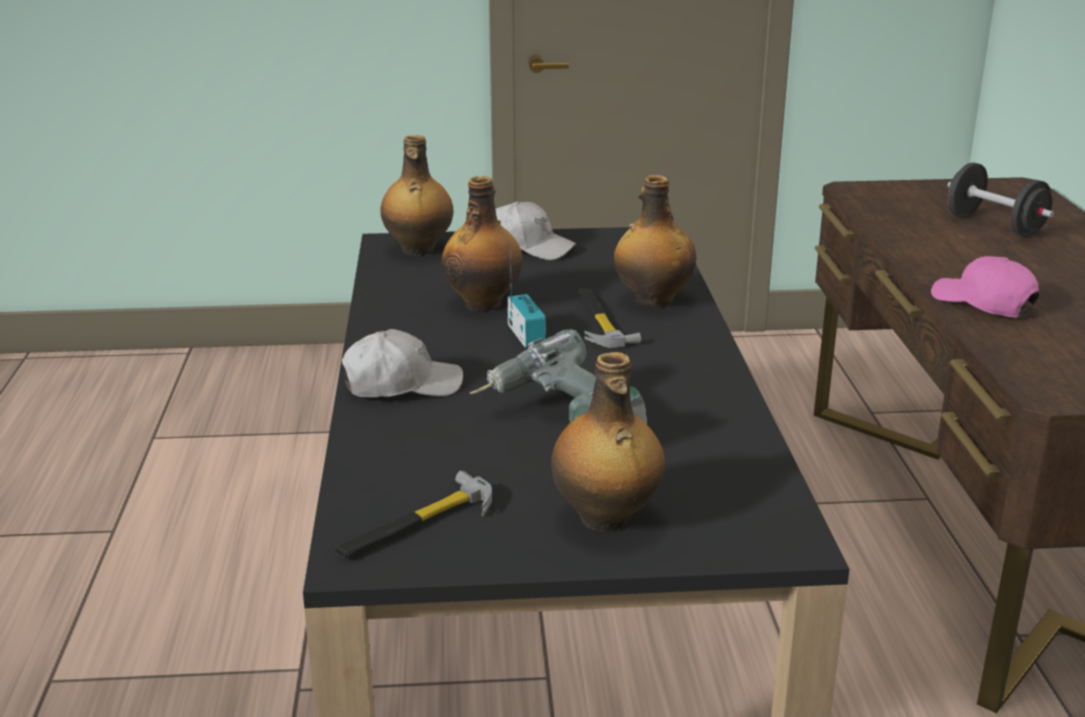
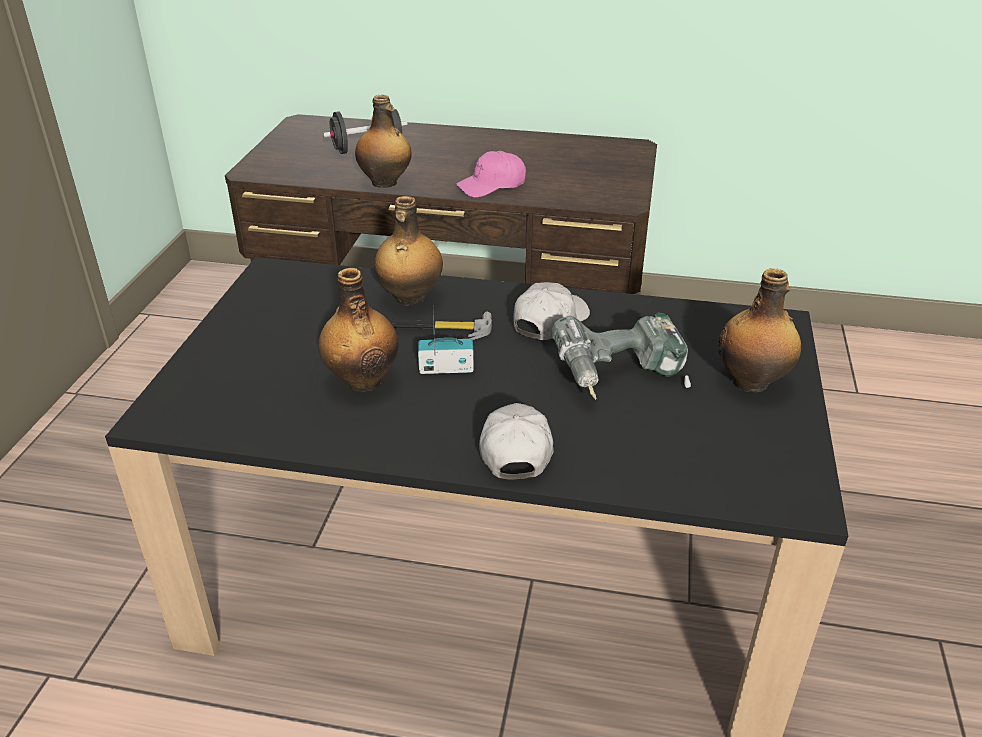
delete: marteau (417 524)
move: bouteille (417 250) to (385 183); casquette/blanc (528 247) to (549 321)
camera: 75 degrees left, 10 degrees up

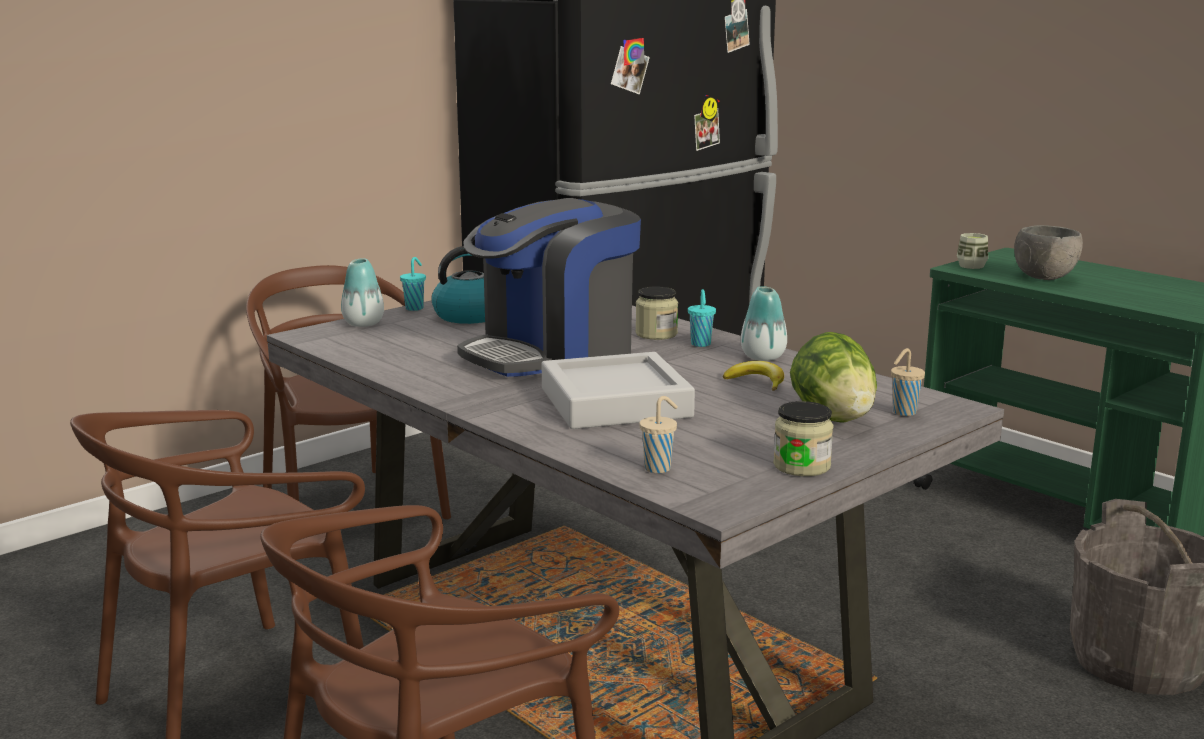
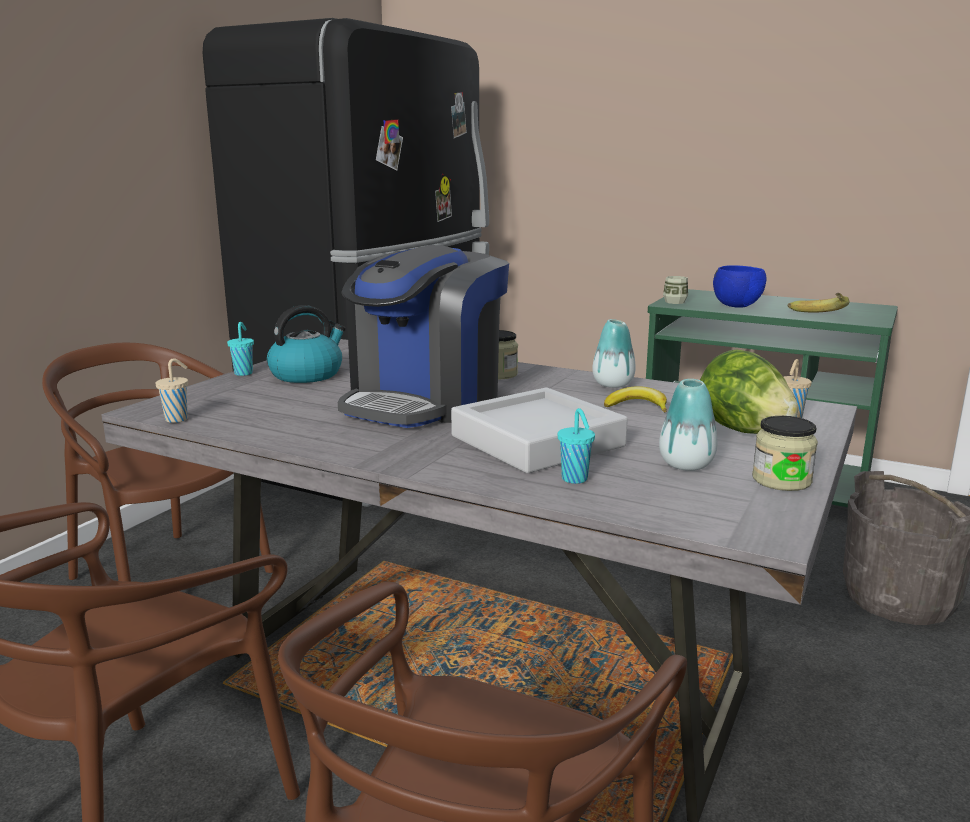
insert: banane (817 316)
move: vase (363 323) to (686 465); tasse/turquoise (701 344) to (575 480); tasse/beige (659 468) to (177 419)
recolor: bol/gris (1044 277) to bol/bleu (737 306)
camera: 20 degrees left, 0 degrees up

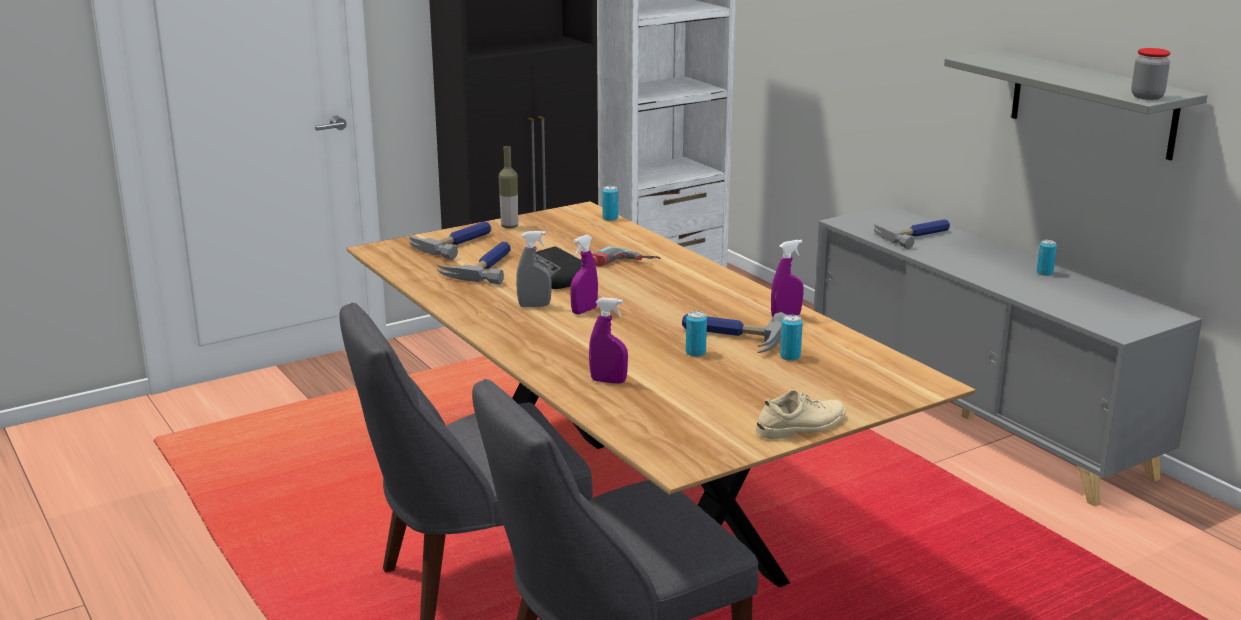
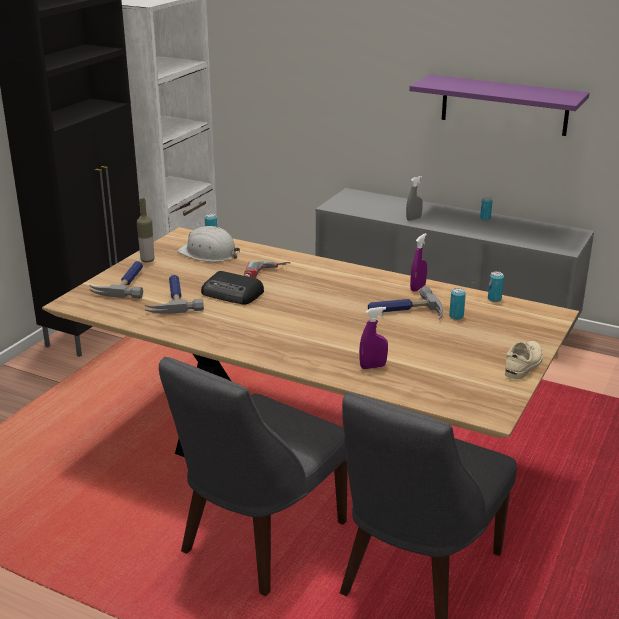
delete: bocal (1147 97); marteau (914 235); vaporisateur/violet (584 311)
insert: casque de chantier/blanc (209 253)
move: vaporisateur/gris (534 306) to (413 219); boîte métallique (695 353) to (494 299)
recolor: étagère/gris (1092 104) to étagère/violet (504 105)
camera: 30 degrees left, 5 degrees up

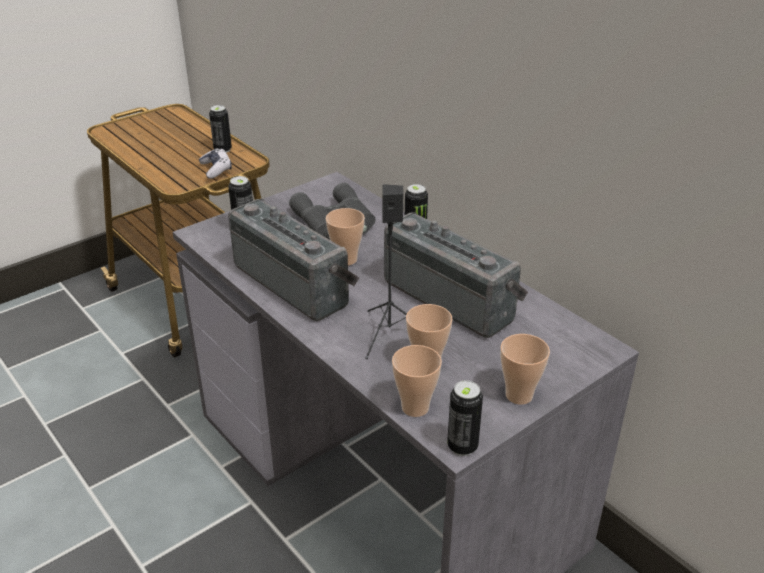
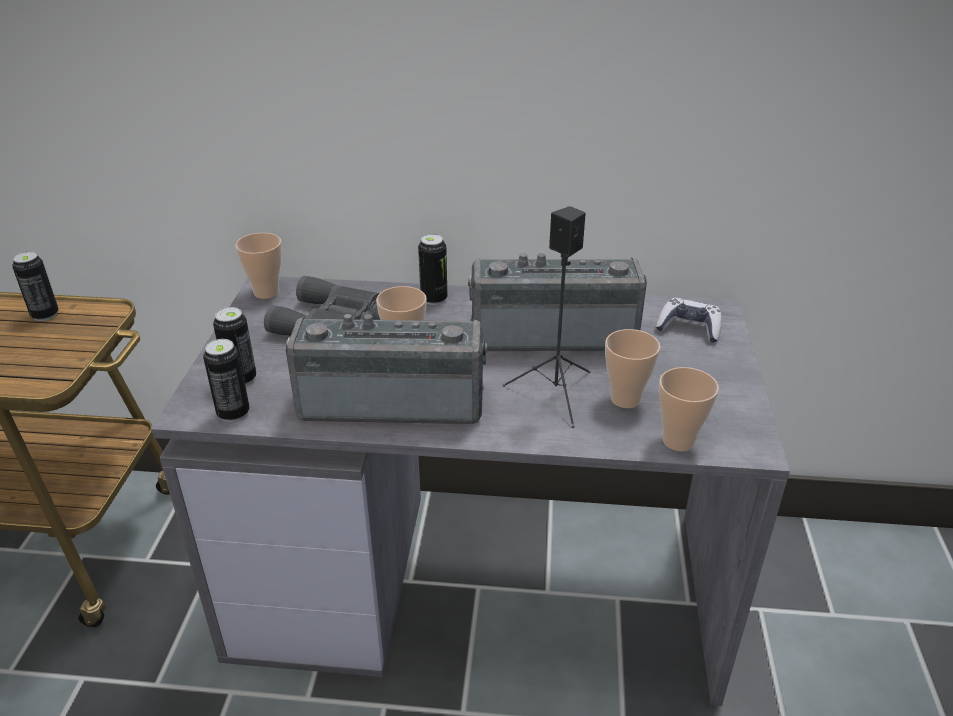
move: manette (216 169) to (689 328); tasse (519 395) to (266 292); boîte métallique (462 446) to (233 413)
camera: 45 degrees left, 0 degrees up

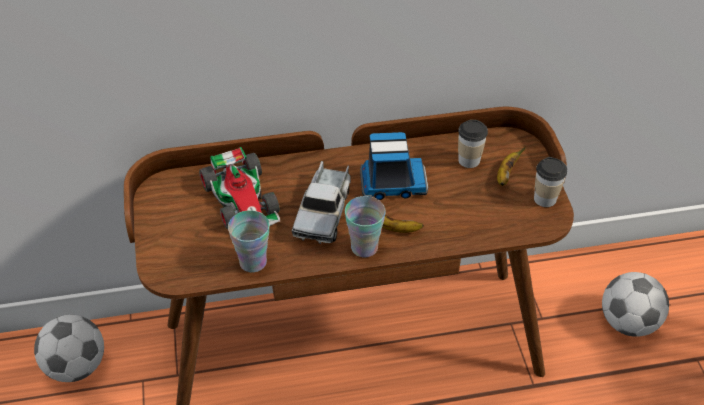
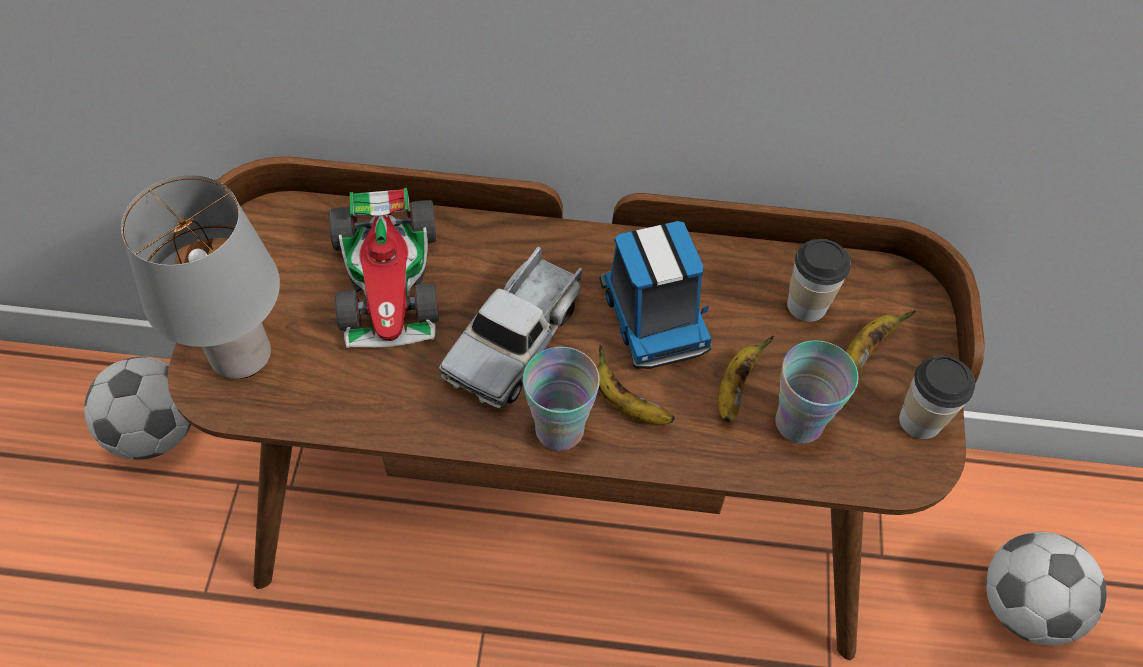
insert: lampe de table/gris (240 358); banane (735 388)
move: tasse (253 262) to (799 422)
rotate: camion jouet (391 183) = (653 315) 60 degrees clockwise
camera: 15 degrees right, 10 degrees up

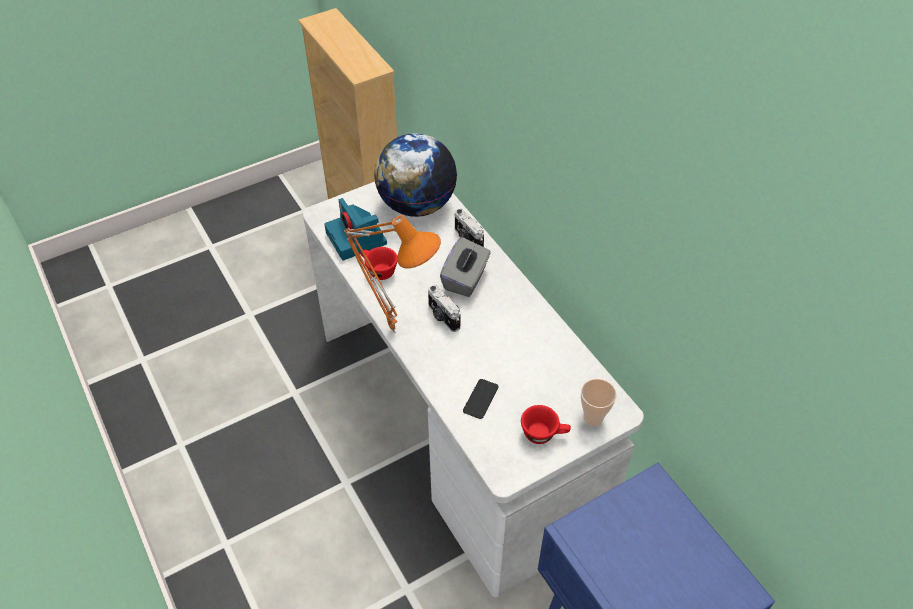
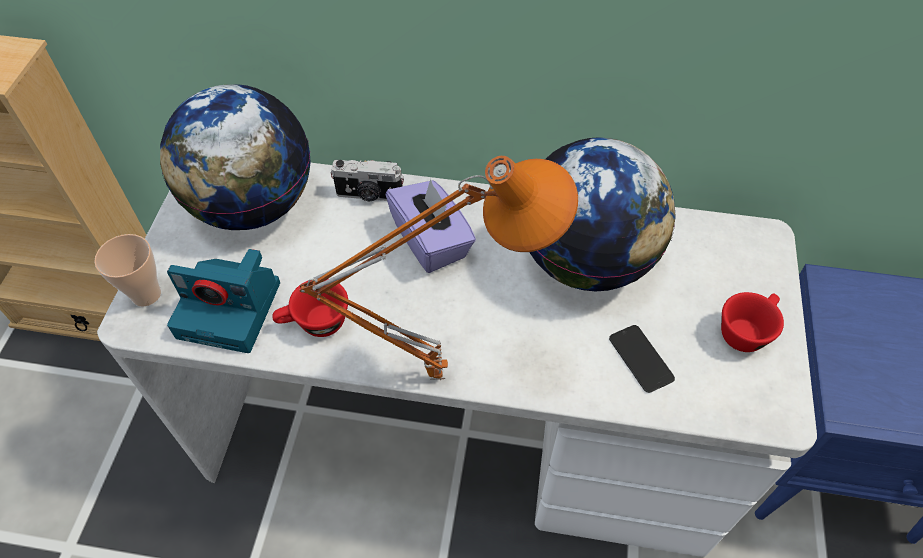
delete: appareil photo (442 317)
insert: globe (586 261)
move: tasse (593 418) to (146 294)
recolor: boîte à mouchoirs/gris (465 279) to boîte à mouchoirs/violet (432 241)
camera: 50 degrees left, 5 degrees up

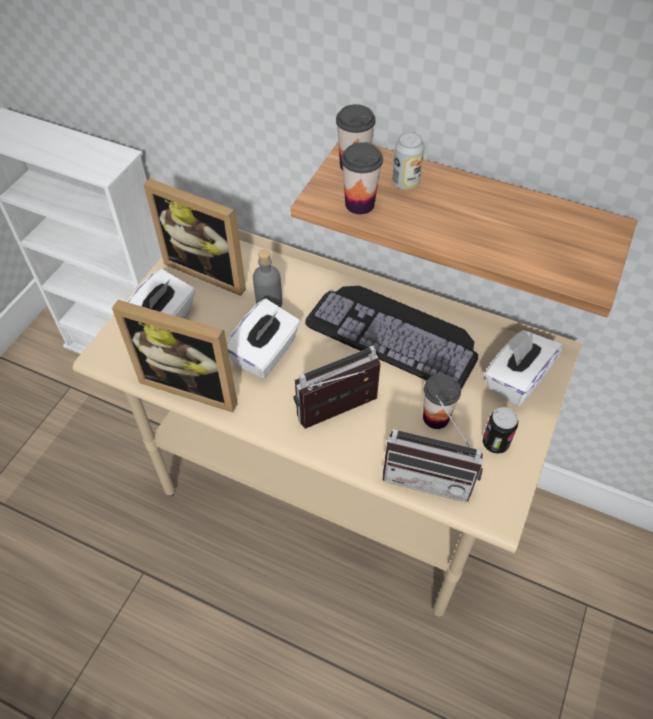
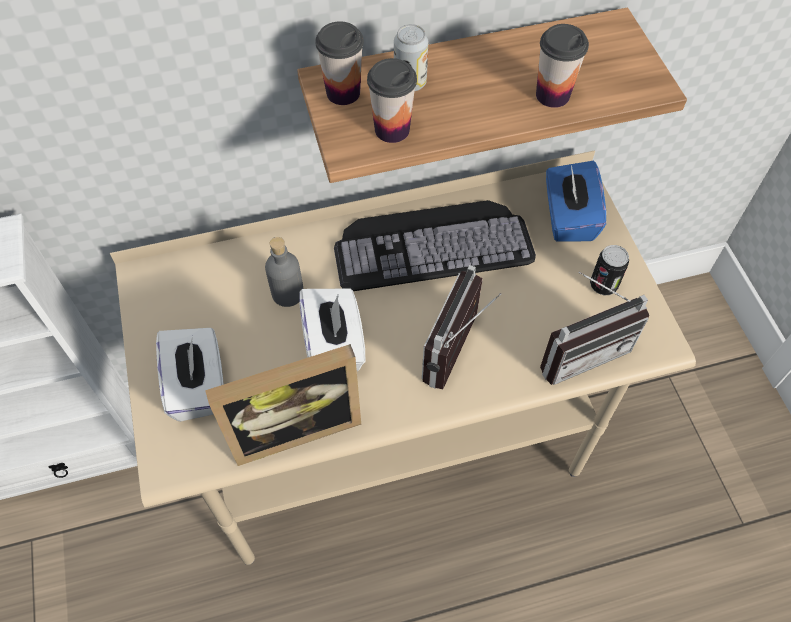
delete: cadre photo (210 269)
move: tasse (436 417) to (552 95)
recolor: boîte à mouchoirs/blanc (516 380) to boîte à mouchoirs/bleu (568 217)
camera: 40 degrees left, 5 degrees up

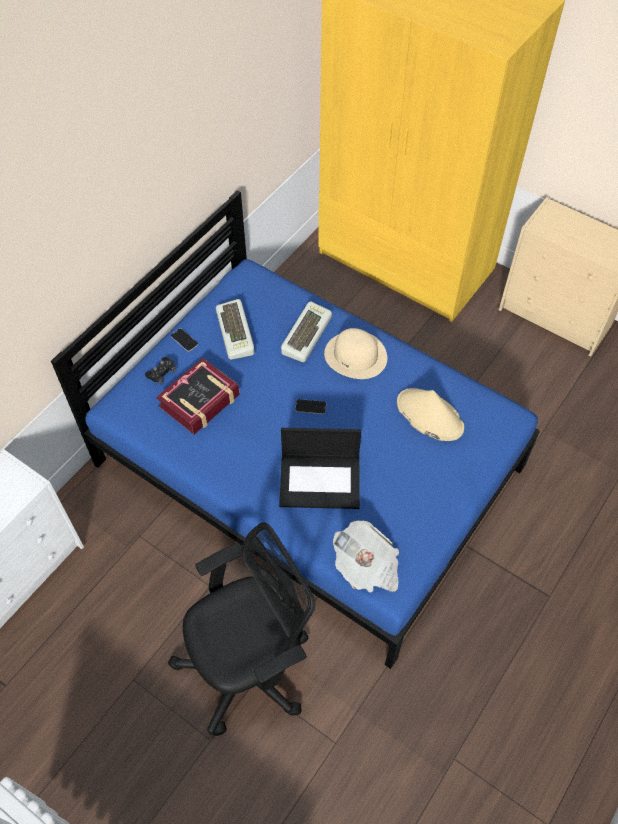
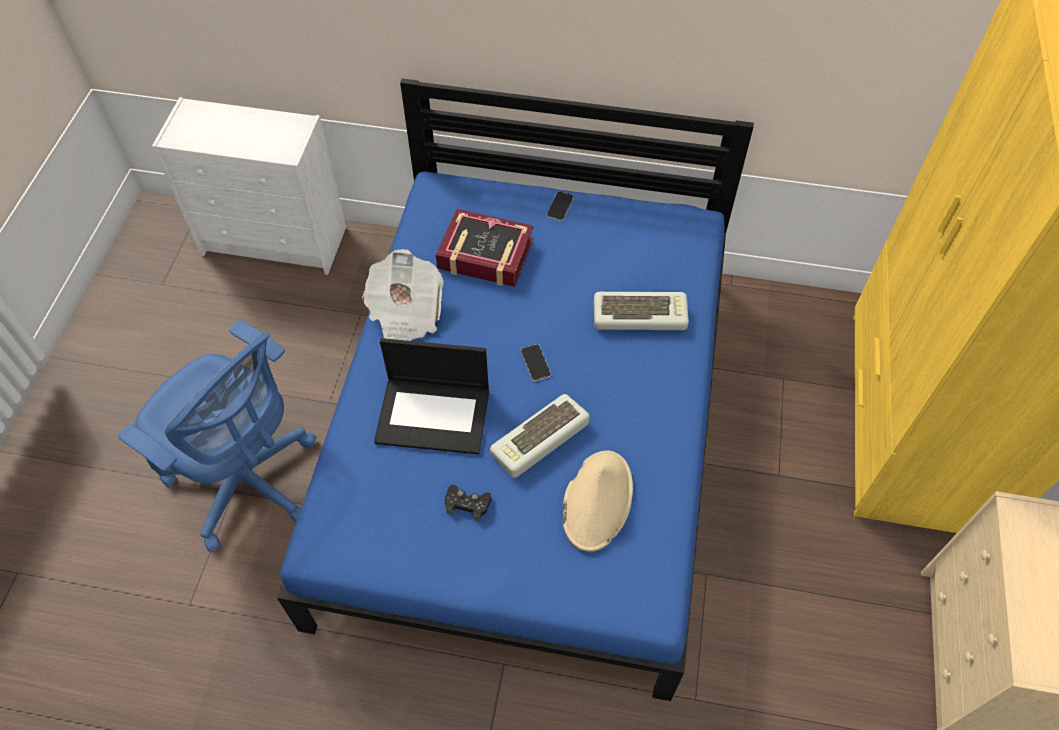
delete: chapeau/beige (356 355)
move: clavier (237 333) to (540 441); manette/noir (161 372) to (467 504); journal (367 567) to (405 313)
recolor: chaise de bureau/noir (250 668) to chaise de bureau/bleu (249 482)
rotate: ordinateur portable (321 481) = (434 415) 60 degrees counterclockwise
camera: 65 degrees right, 0 degrees up

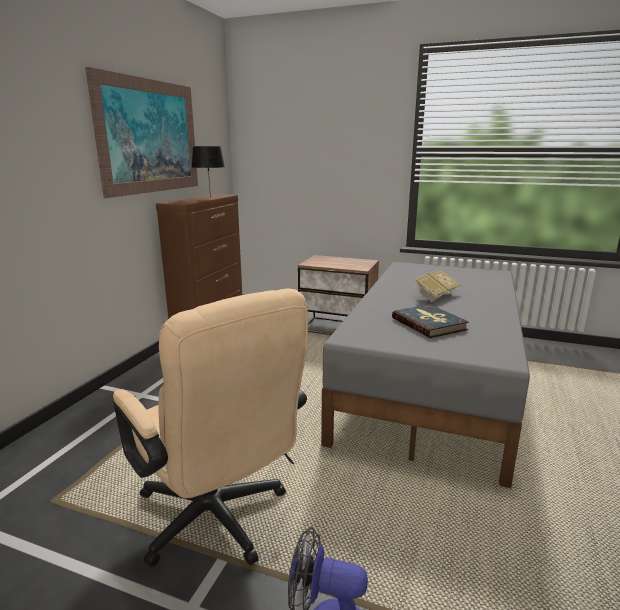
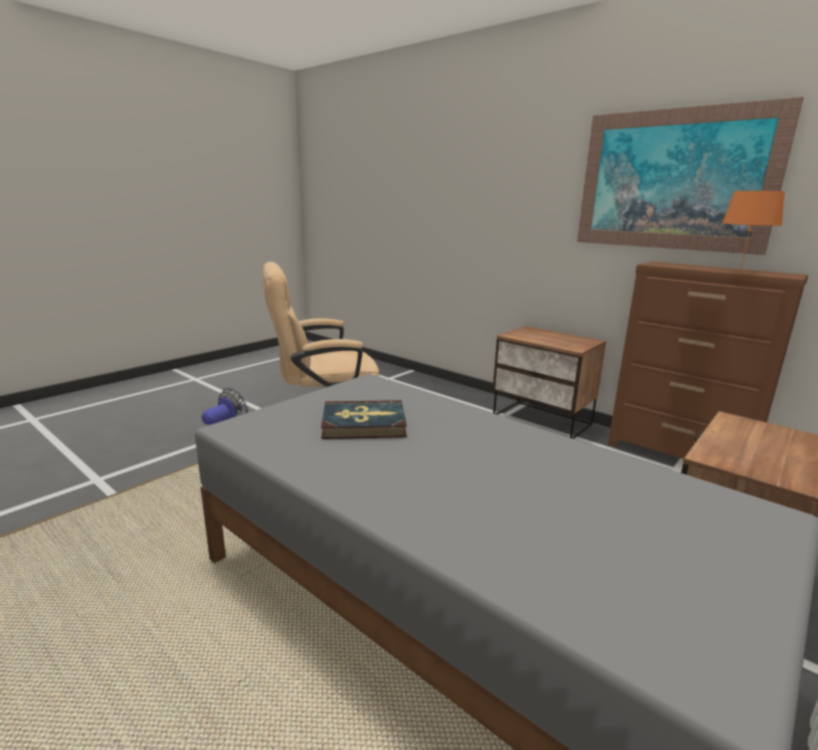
delete: livre (435 296)
insert: table de chevet (542 421)
recolor: lampe de table/noir (210 197) to lampe de table/orange (740 271)
camera: 110 degrees right, 0 degrees up

